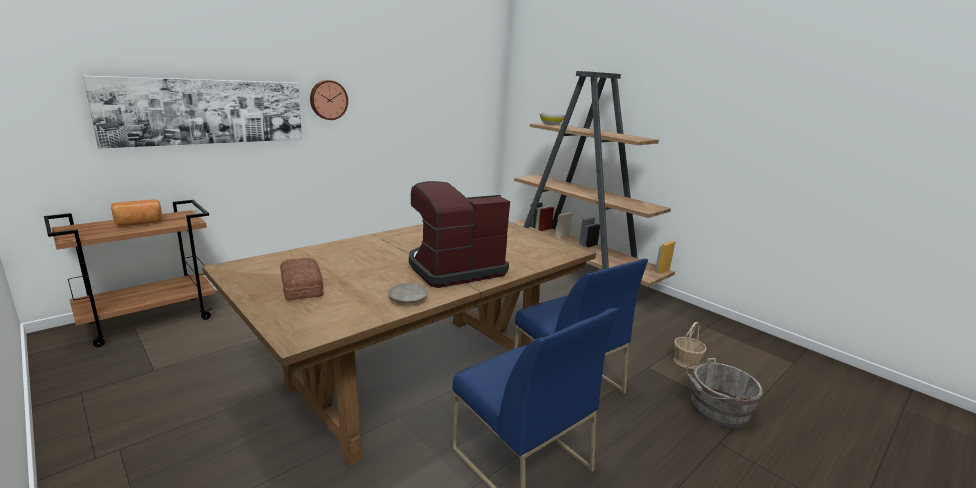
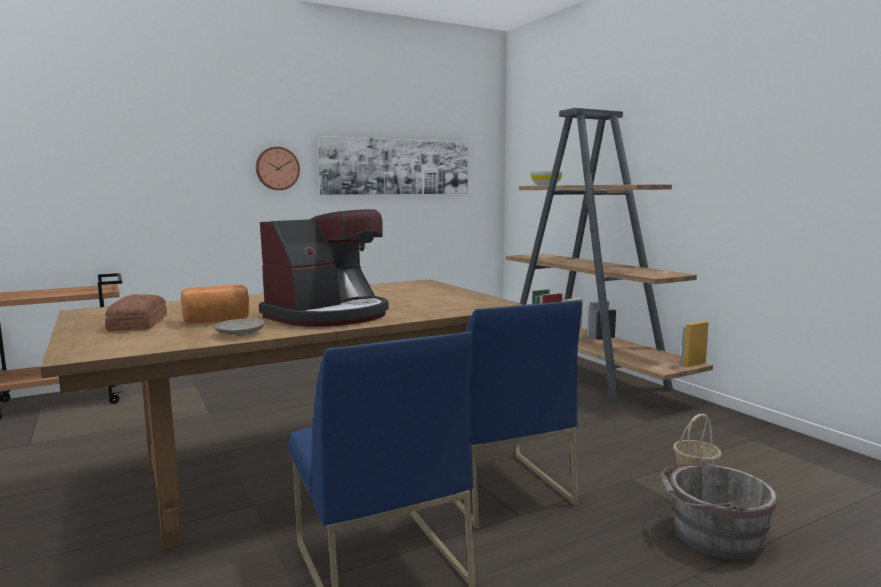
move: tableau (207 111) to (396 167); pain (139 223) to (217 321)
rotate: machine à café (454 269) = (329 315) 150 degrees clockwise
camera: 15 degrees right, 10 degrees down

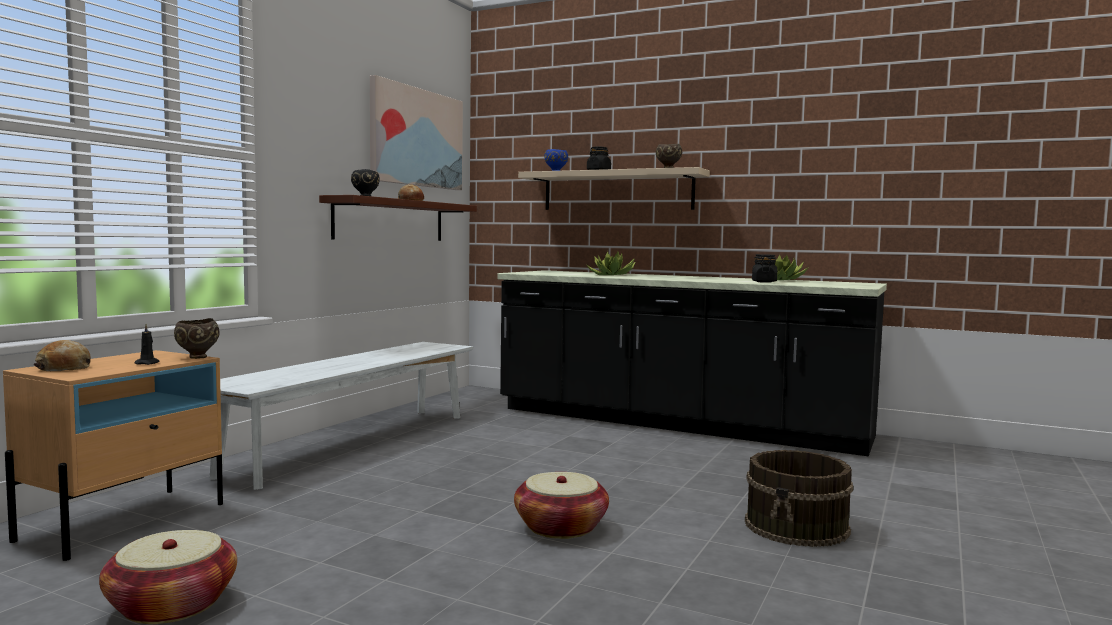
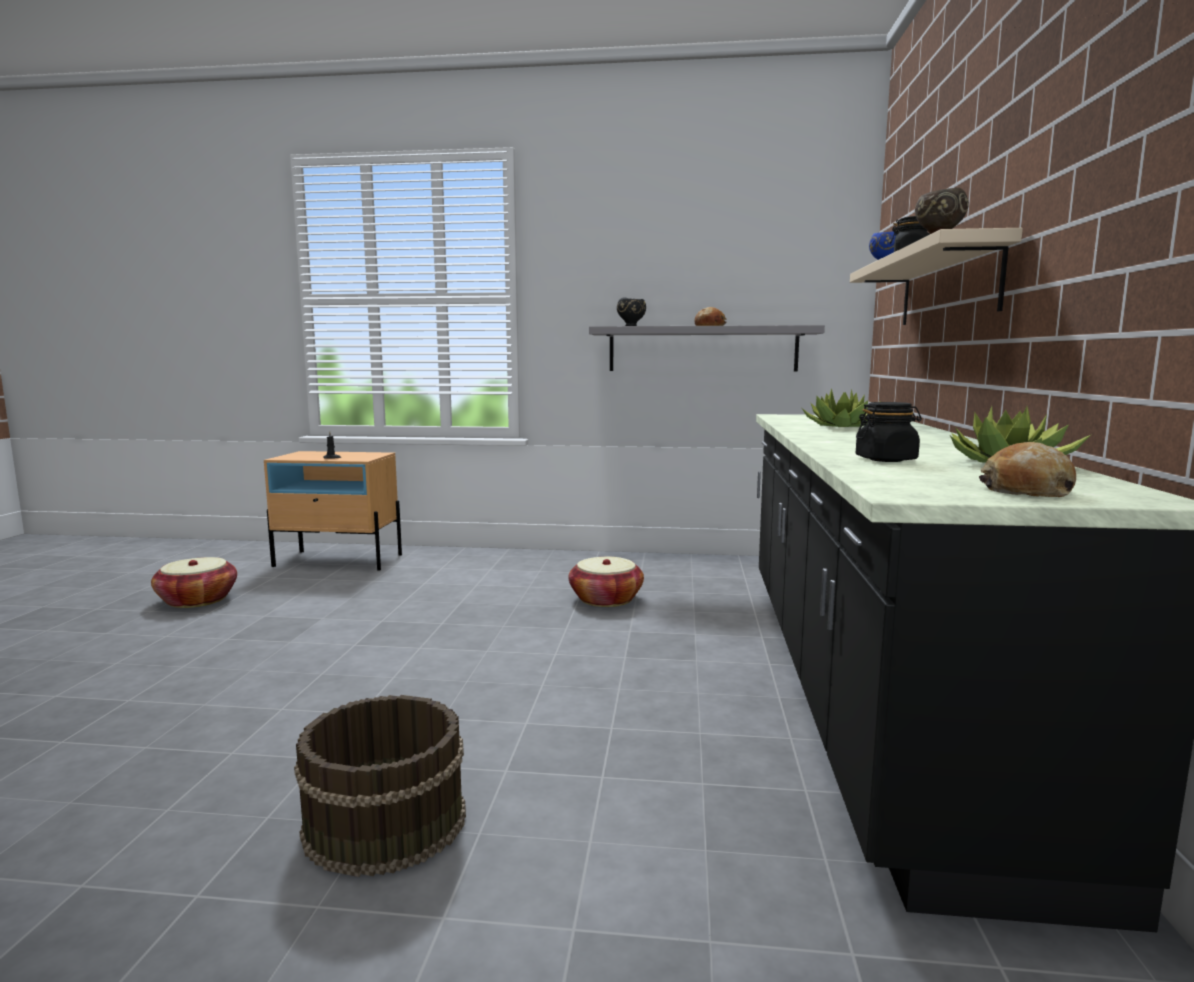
delete: tableau (416 137); bol/marron (197 357); banc/blanc (354 443)
move: pain (64 368) to (1026 490); panier (560 527) to (606 599)
recolor: étagère/marron (390 220) to étagère/gris (702 349)
camera: 70 degrees right, 5 degrees up

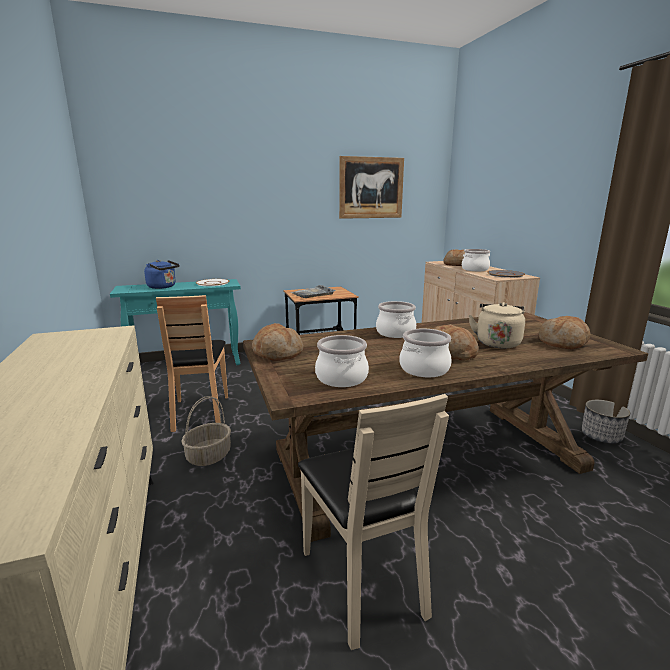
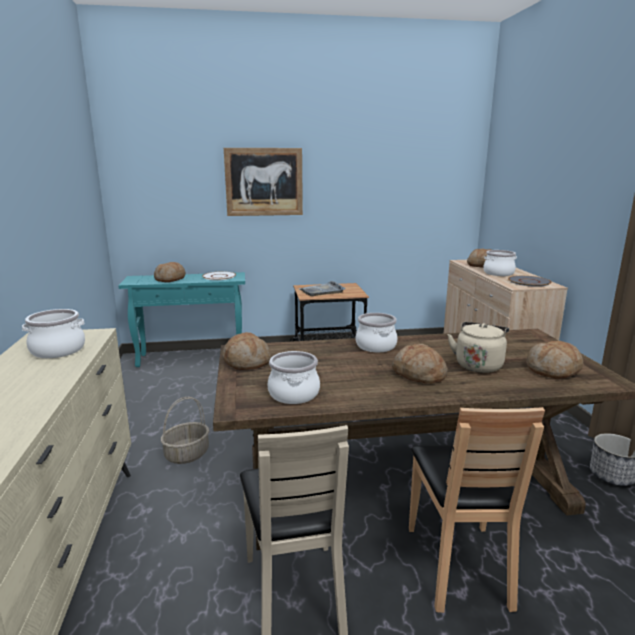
move: tableau (371 188) to (264 182); chaise/marron (200 412) to (459 564); marmite (424 369) to (58 350)
replace: bouilloire/bleu (163 287) to pain (170 279)
camera: 10 degrees right, 0 degrees up

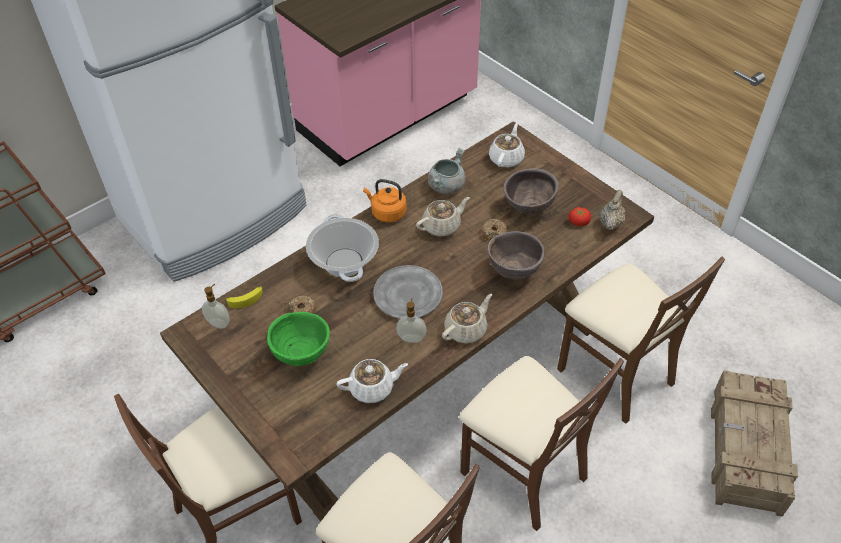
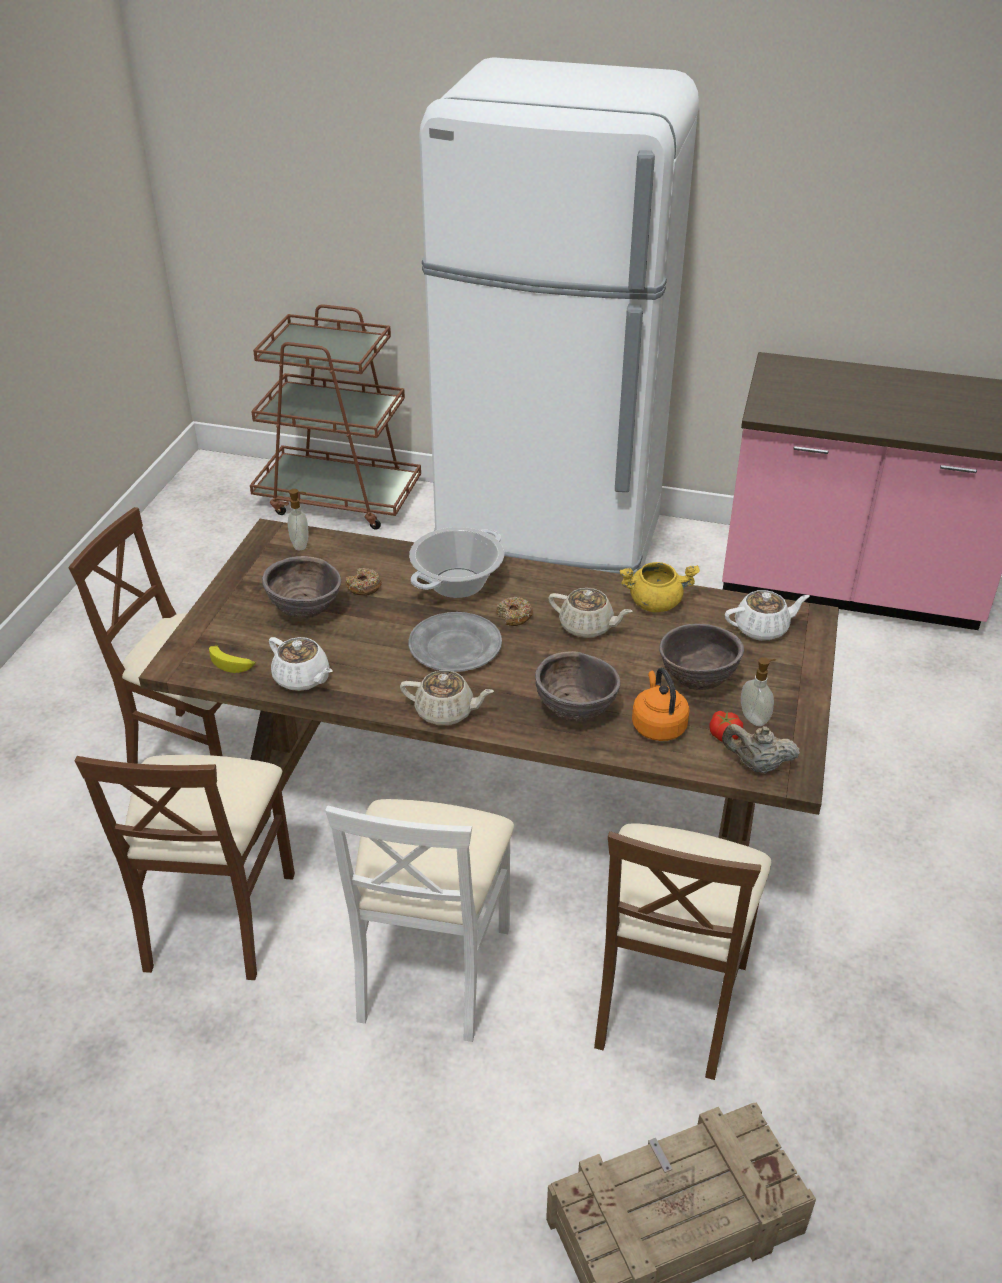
move: bouilloire/orange (387 213) to (657 725); beignet (494 233) to (514 616); banane (246 299) to (232 663); distributeur de savon (411 337) to (755 718)
recolor: marmite/gris (446 186) to marmite/jaune (655 603); bol/vert (302 355) to bol/marron (305 612); chaise/marron (523 472) to chaise/blanc (431 969)
rotate: théière/beige (611 223) = (756 765) 150 degrees counterclockwise
camera: 55 degrees right, 10 degrees down

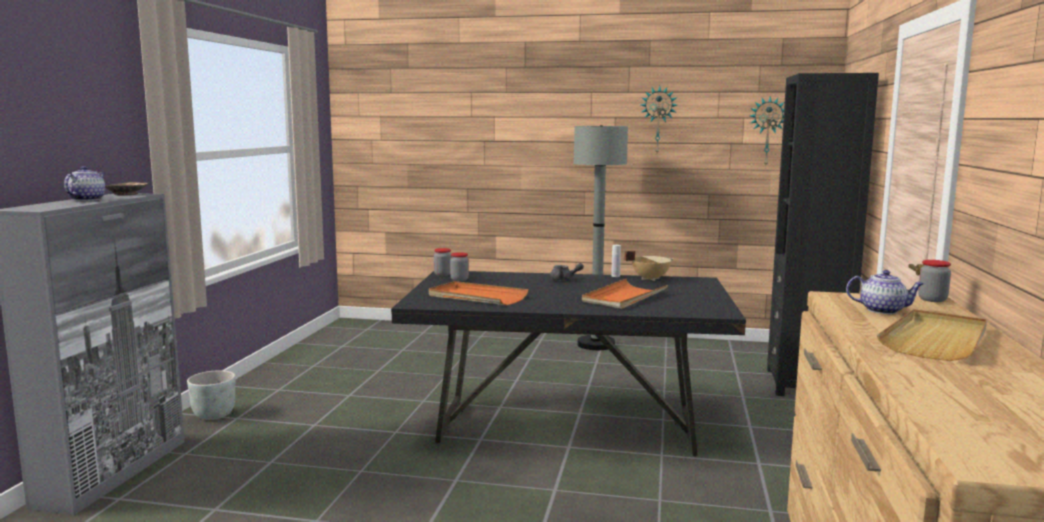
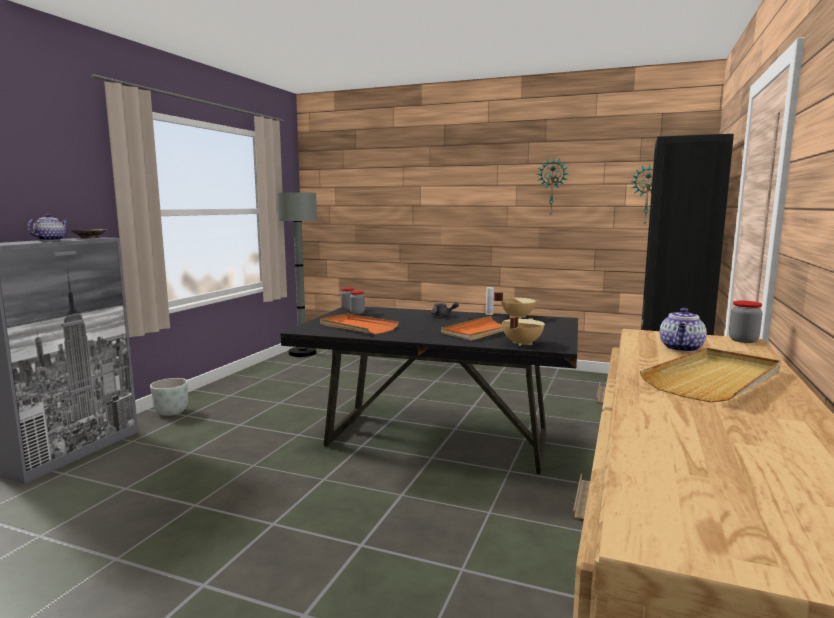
insert: marmite/beige (521 343)
move: lampadaire/gris (596 344) to (302 353)
rotate: théière (883 310) = (681 348) 90 degrees clockwise
camera: 10 degrees right, 0 degrees up

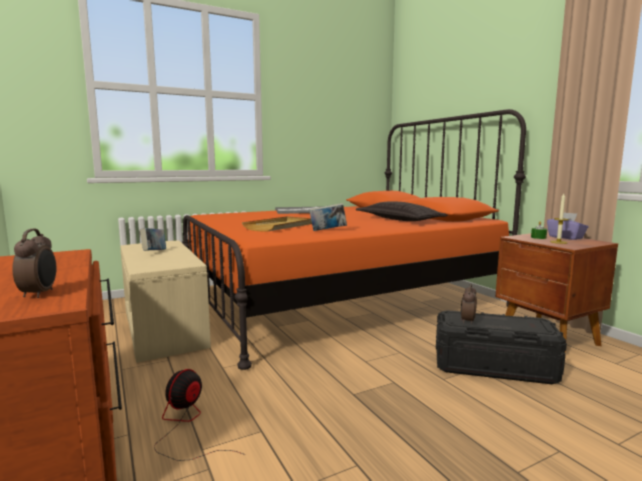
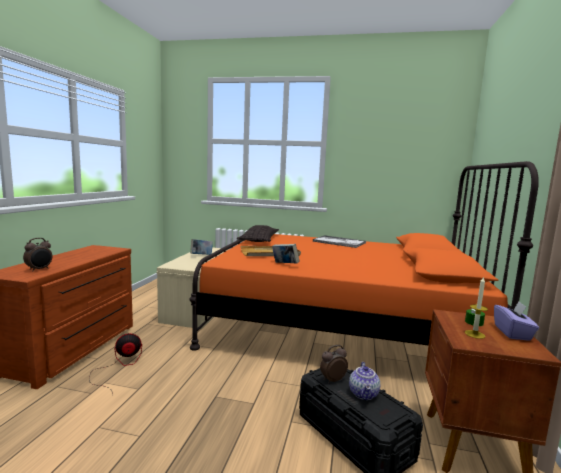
insert: théière (364 394)
move: coussin (399 219) to (259 239)
camera: 40 degrees right, 0 degrees up

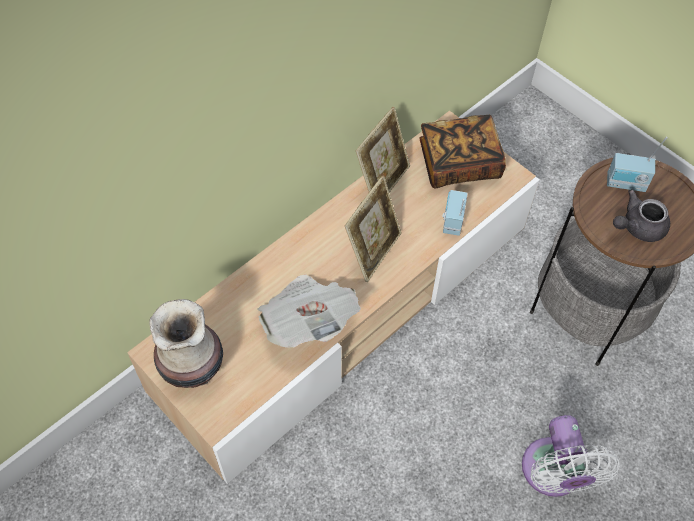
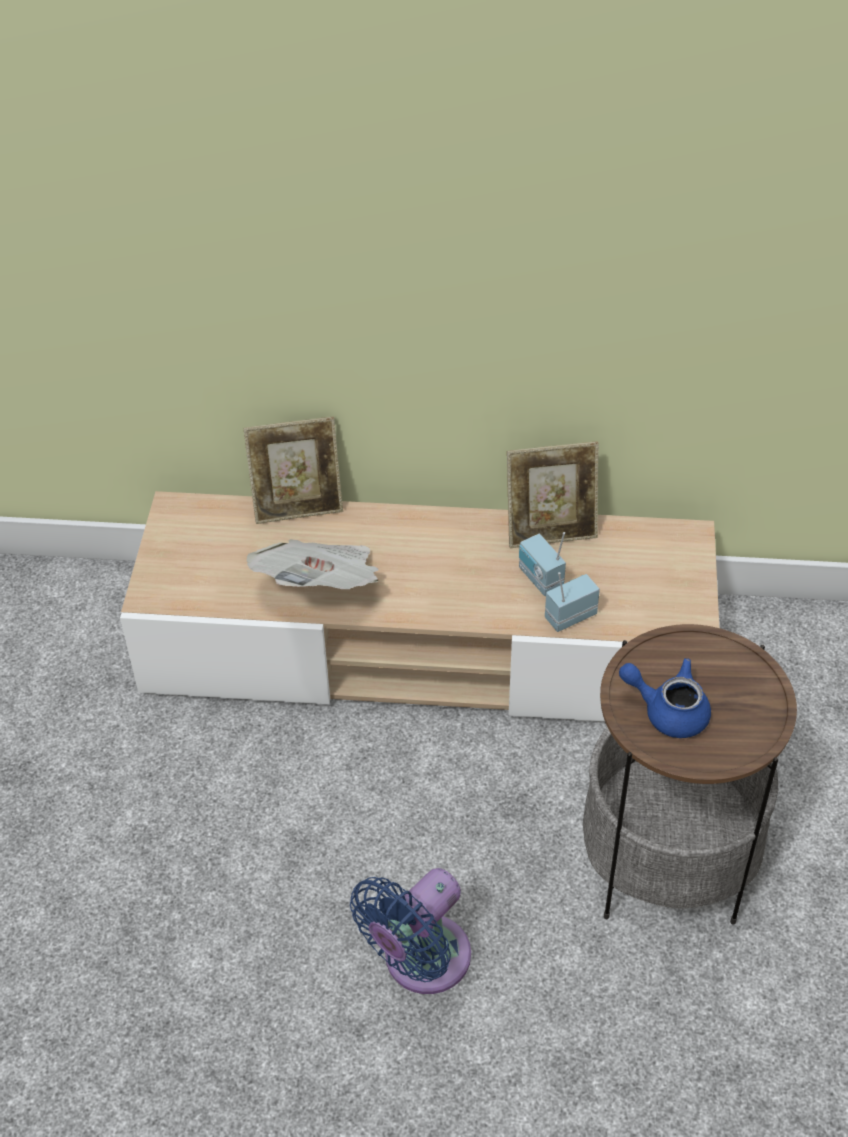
delete: livre (459 164); vase (194 369)
move: radio (626 184) to (539 579); cadre photo (373 251) to (298 506)
recolor: théière/gris (637 227) to théière/bleu (668 710); ventilateur/blanc (553 474) to ventilateur/bleu (420 961)
camera: 50 degrees right, 10 degrees down

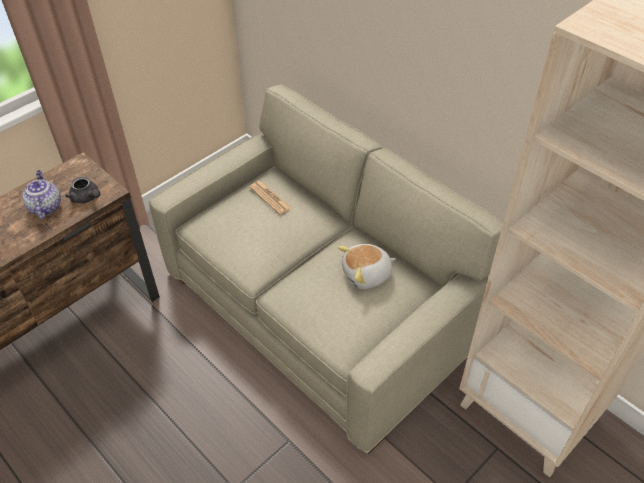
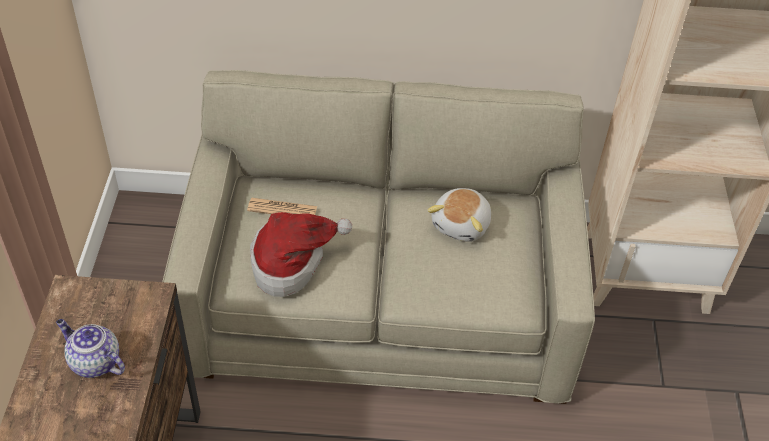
delete: théière/gris (87 198)
insert: chapeau (291 263)
camera: 45 degrees left, 0 degrees up

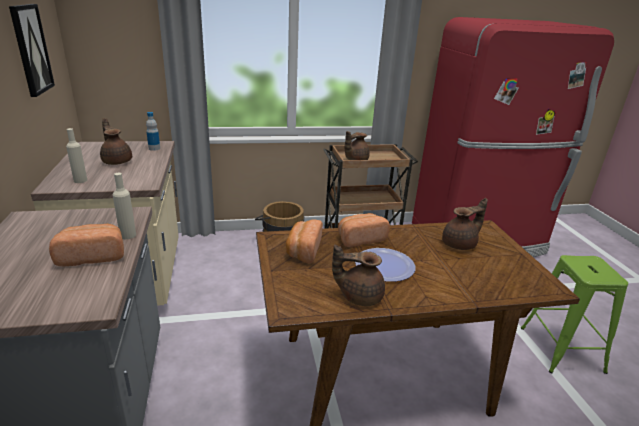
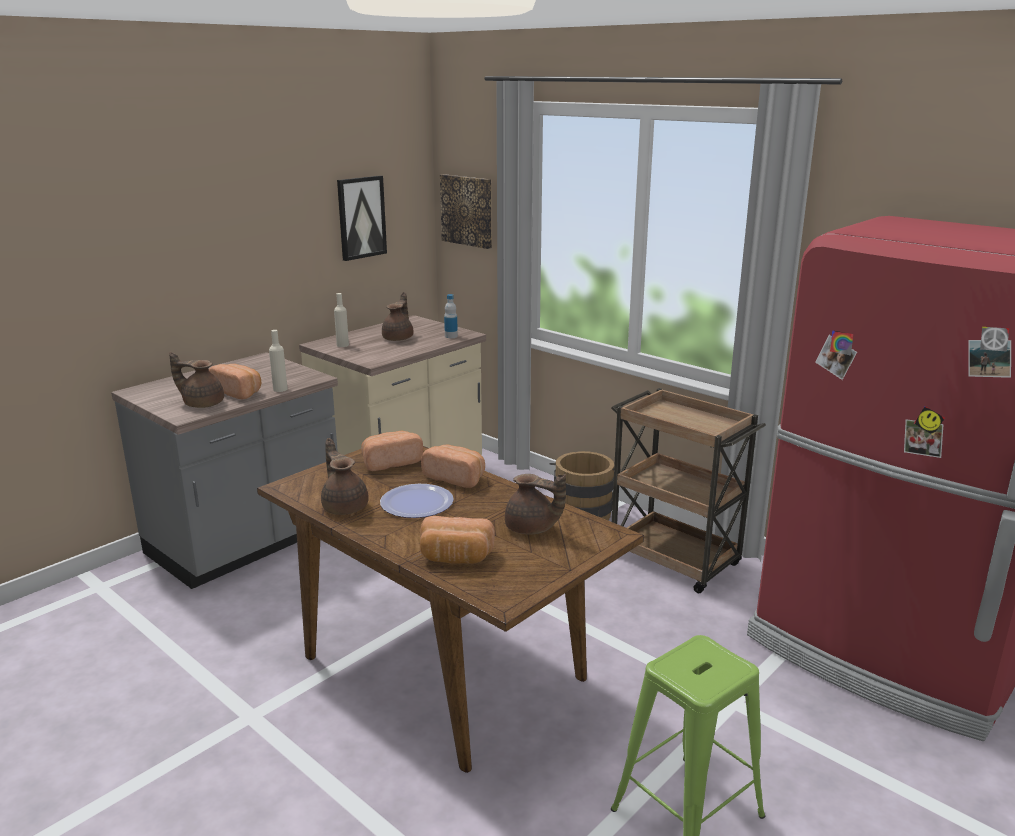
insert: tableau (467 210); pain (455 558)
move: théière/marron (355 160) to (202 403)
camera: 55 degrees right, 5 degrees down

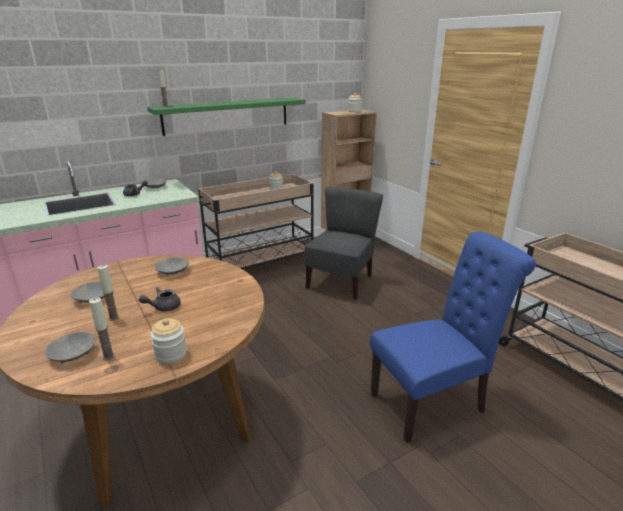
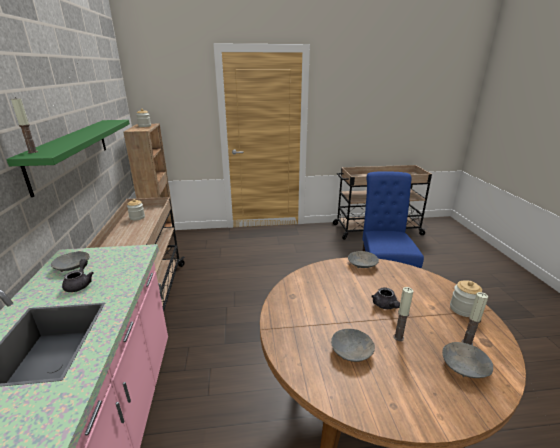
delete: chaise/gris (341 282)
move: bol/gris (173 271) to (362 264)
camera: 65 degrees left, 0 degrees up

